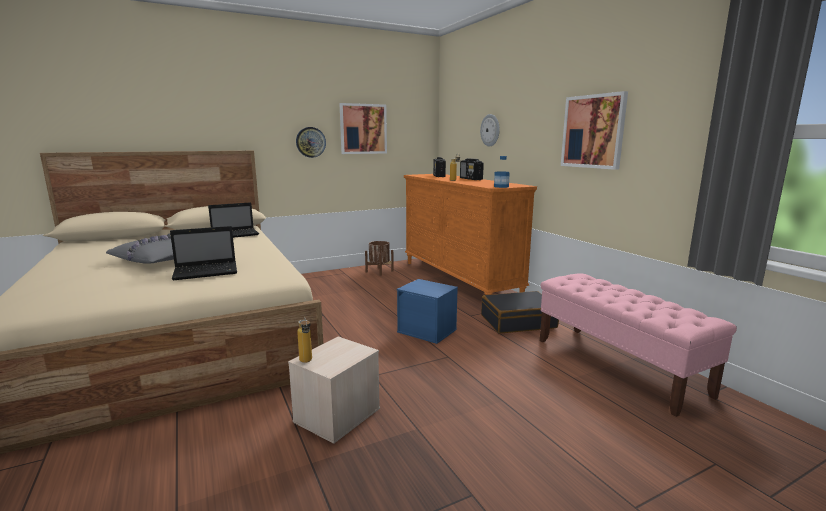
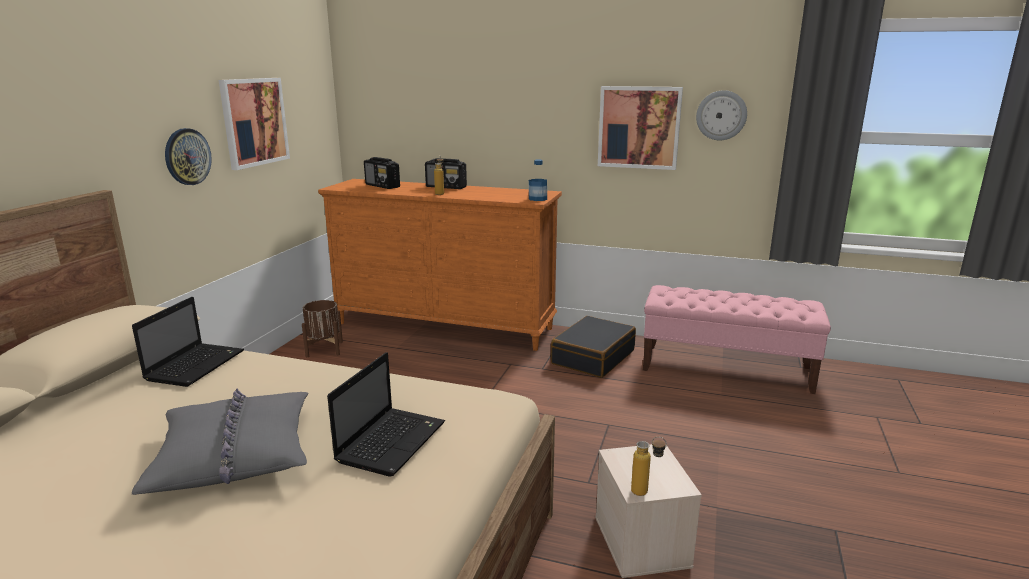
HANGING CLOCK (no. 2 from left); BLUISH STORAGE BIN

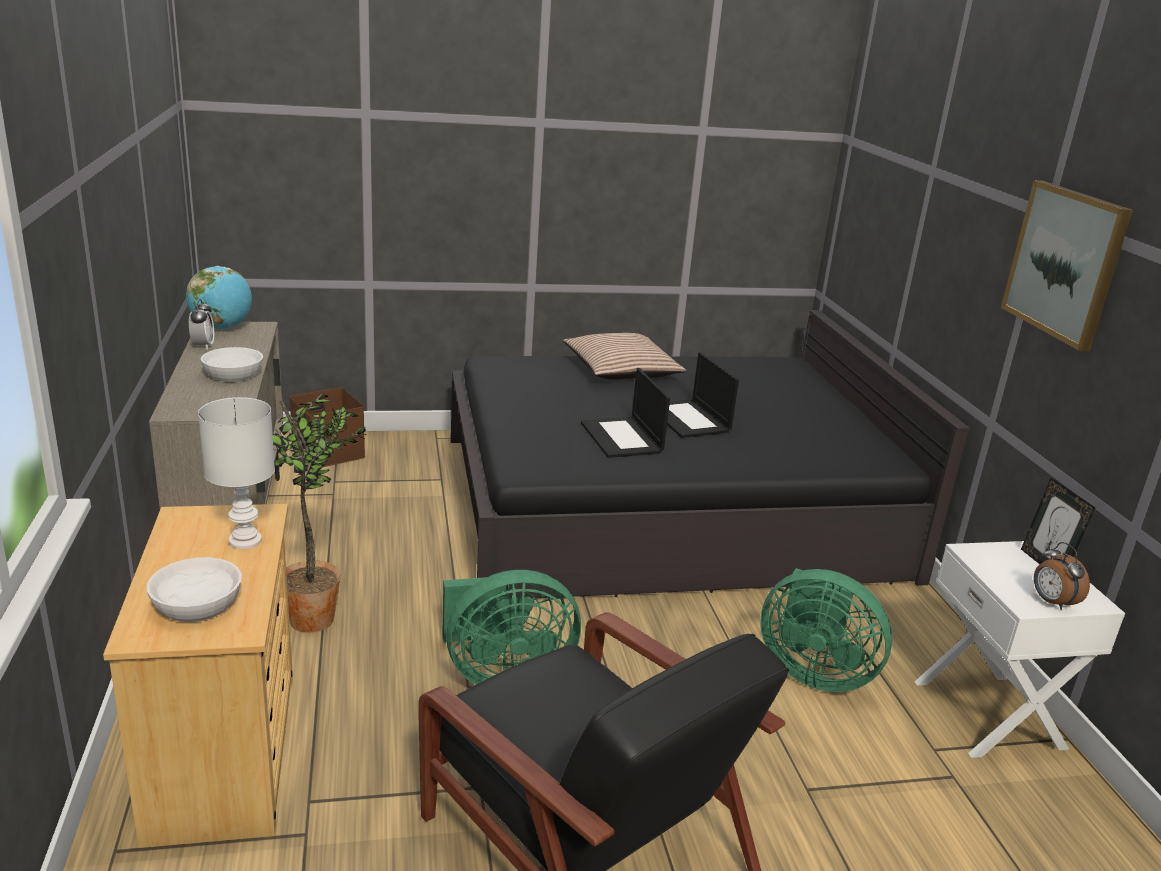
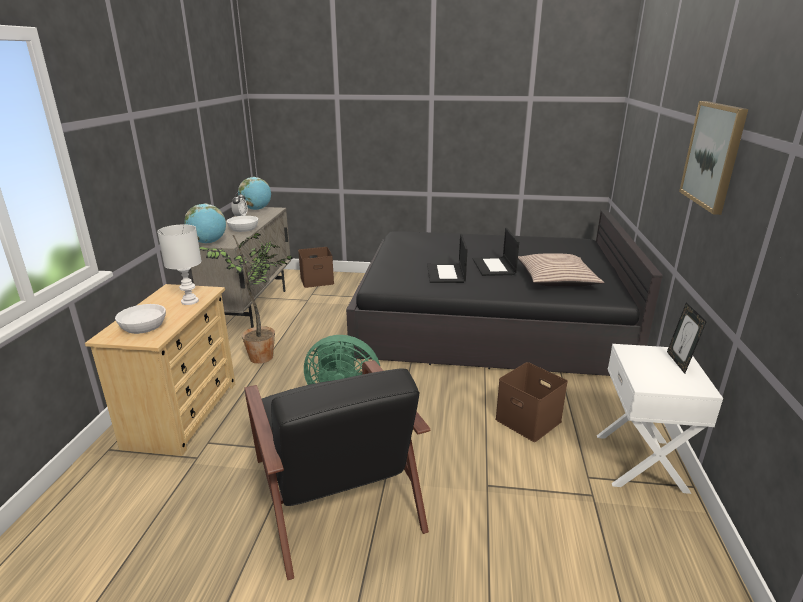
DESK GLOBE (no. 1 from left); BROWNISH STORAGE BIN (no. 2 from left); THROW PILLOW; BEDSIDE CLOCK (no. 2 from left in the first image)

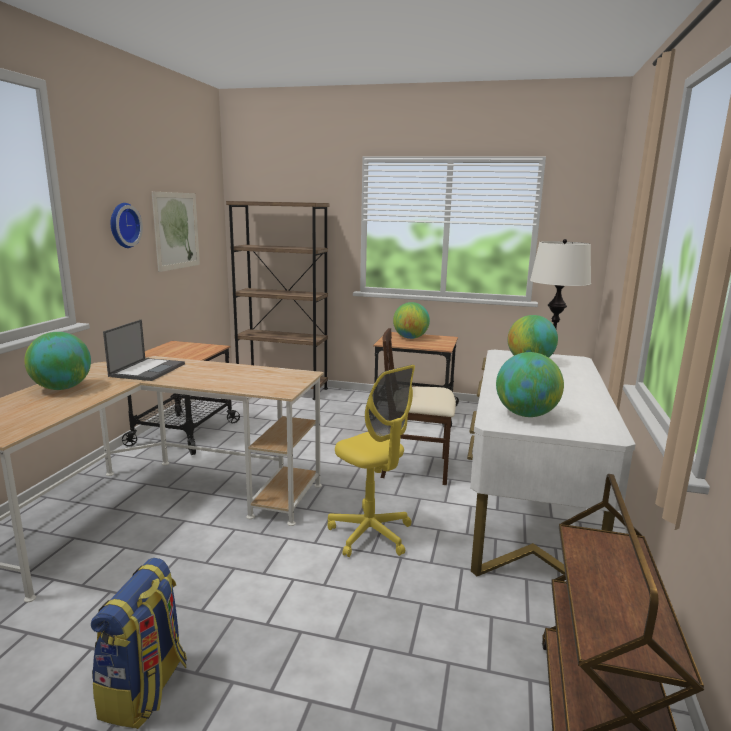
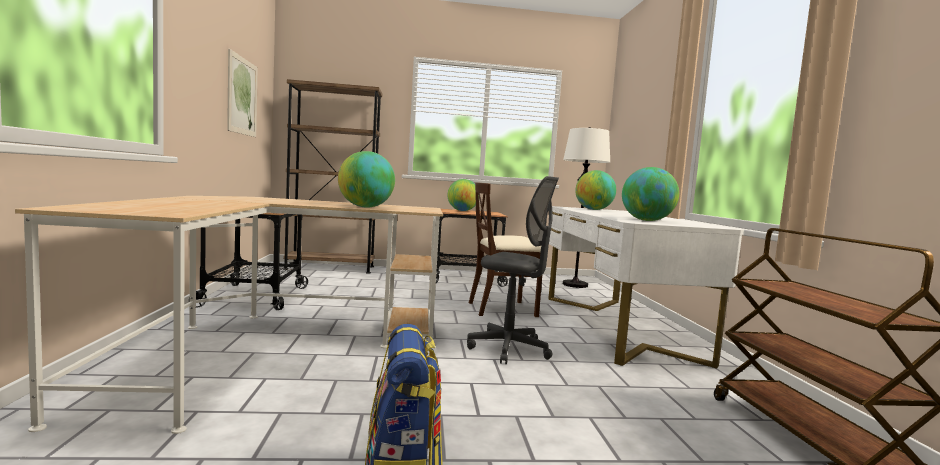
DESK GLOBE (no. 1 from left); GREY OFFICE CHAIR; LAPTOP; HANGING CLOCK

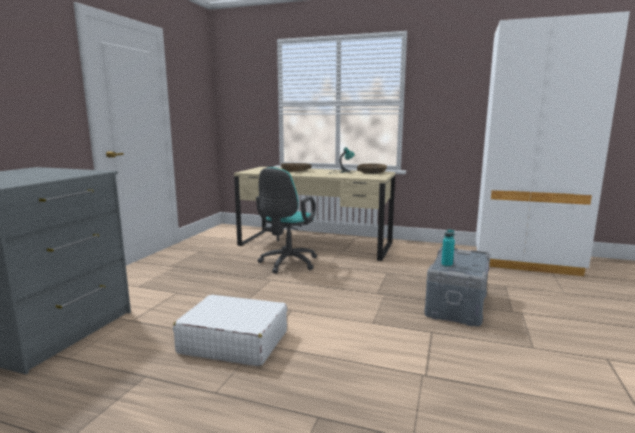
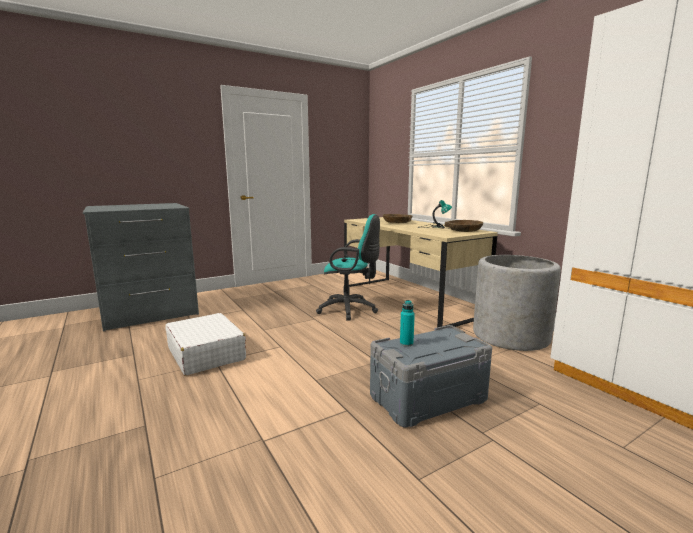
BLUE-GREEN OFFICE CHAIR; GREY PLANT POT

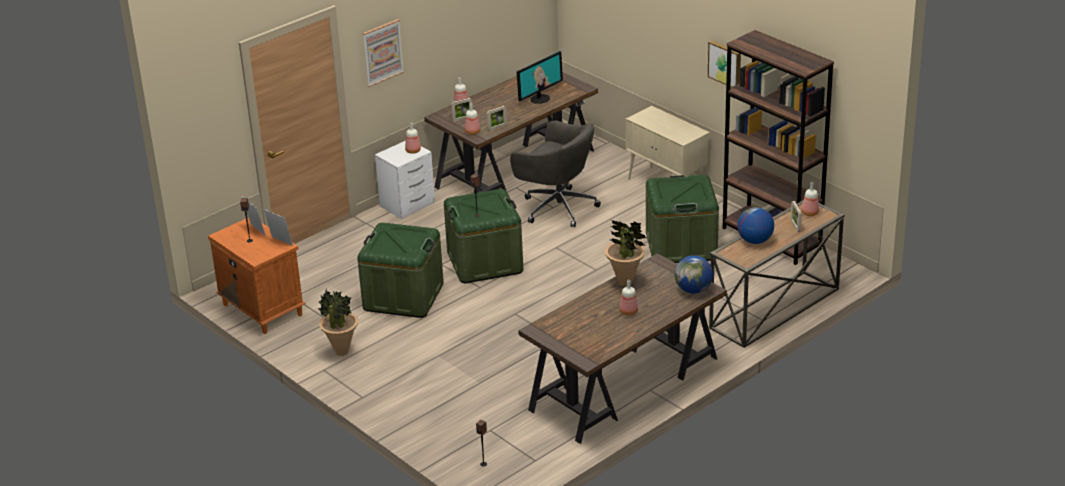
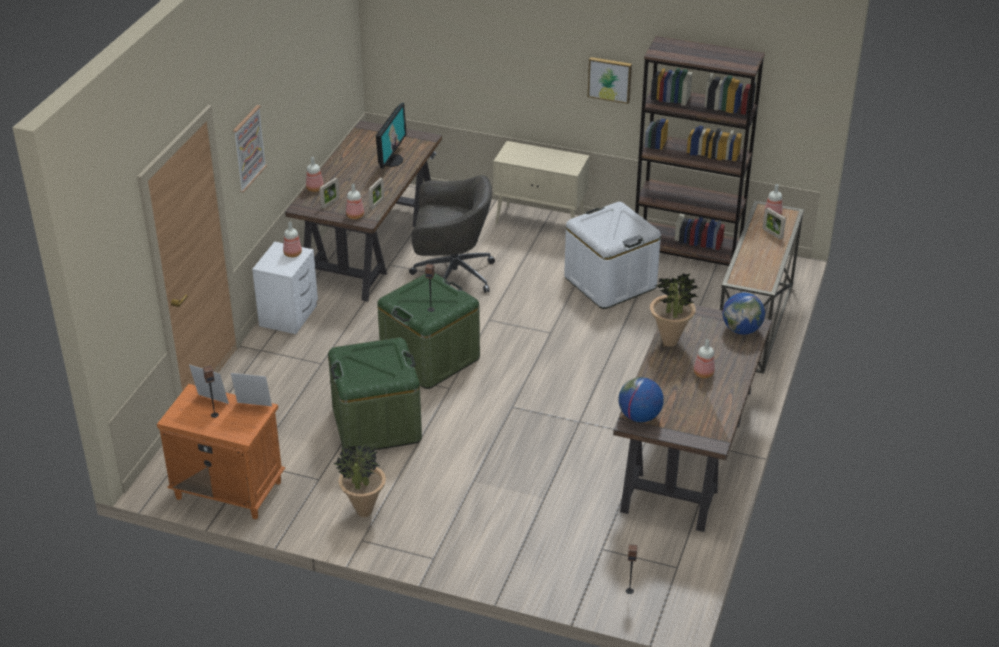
WHITE-COLOURED STORAGE BIN; DESK GLOBE (no. 1 from left)

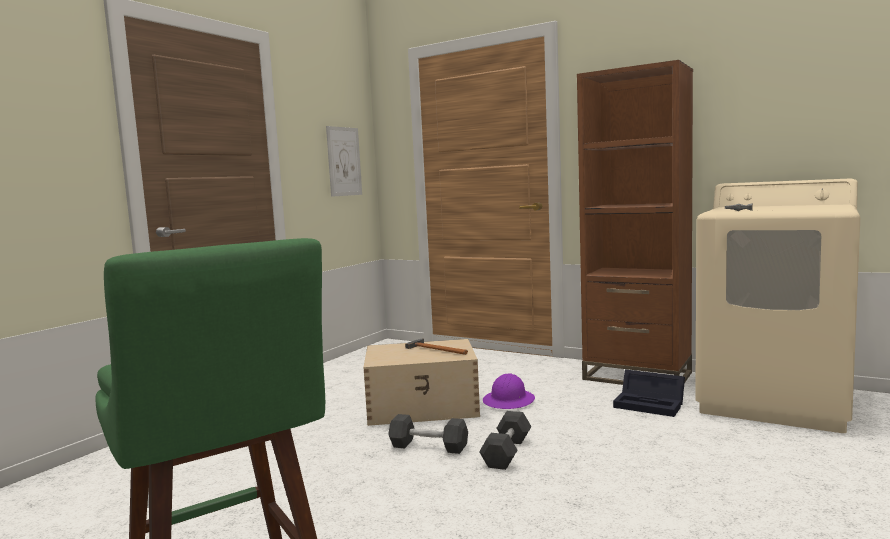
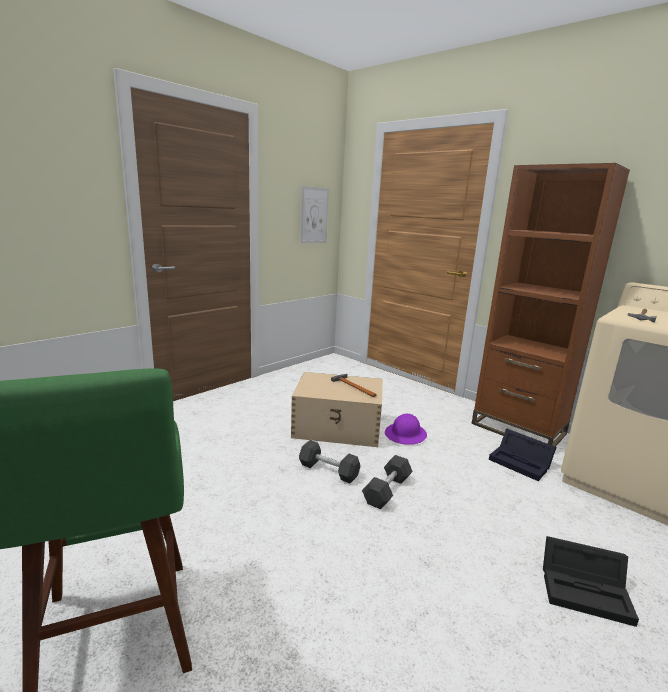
BLACKISH STORAGE BIN (no. 2 from left)

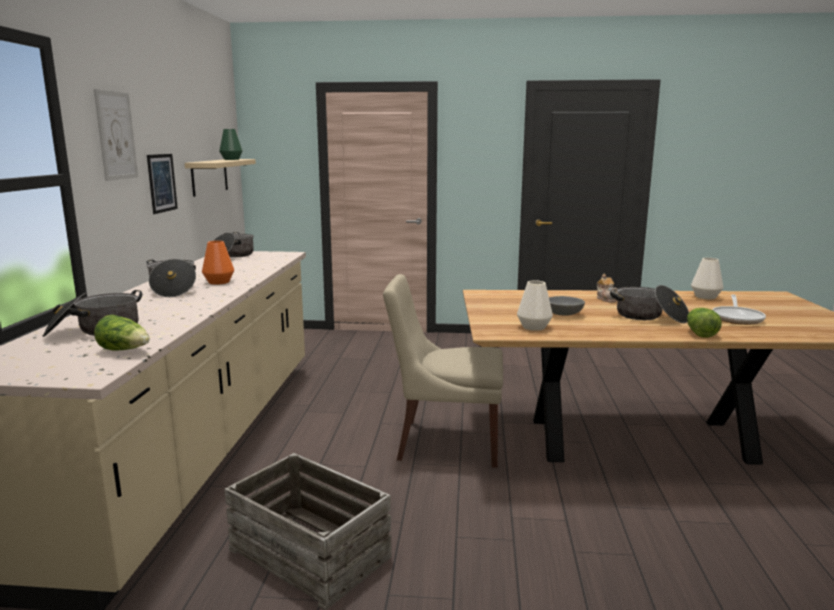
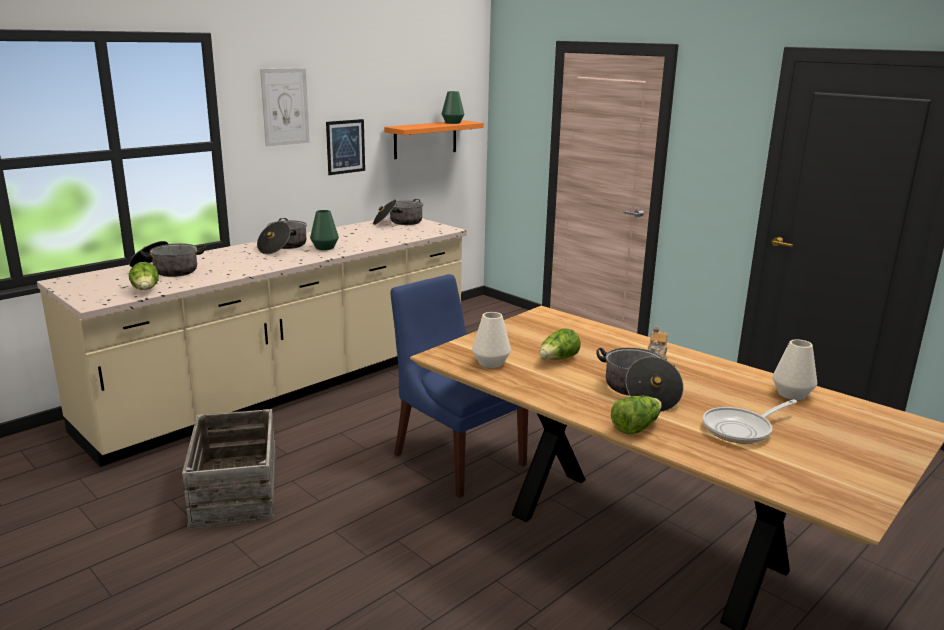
GREEN-COLOURED FLOWER VASE (no. 1 from left); ORANGE WALL SHELF; BLUISH CHAIR; HEAD OF LETTUCE (no. 2 from left)

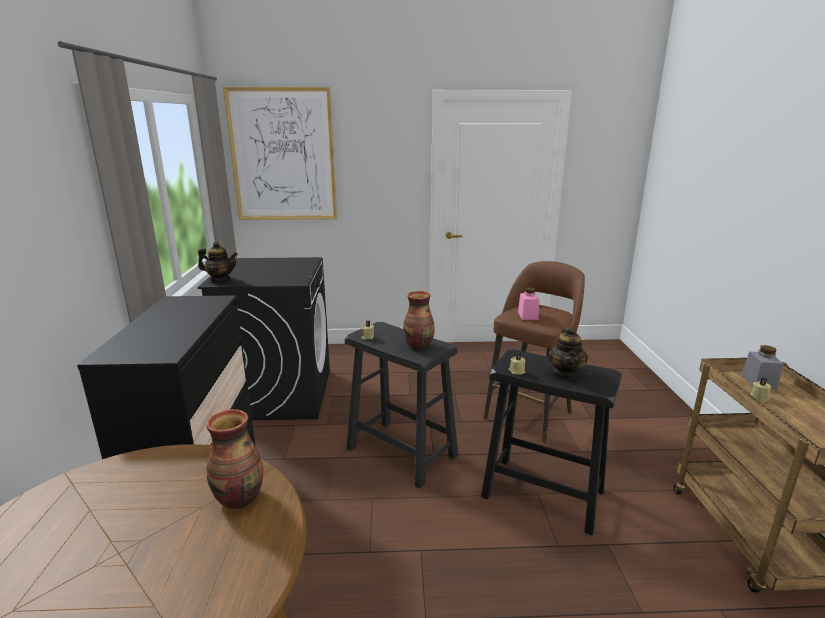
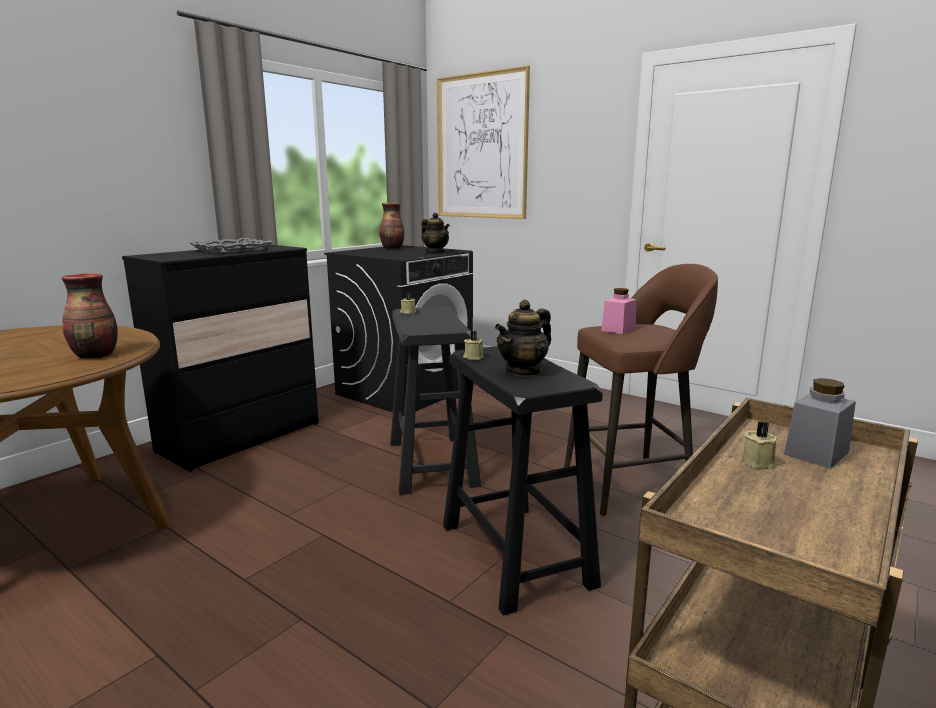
GREY SERVING TRAY; FLOWER VASE (no. 2 from left); TEAPOT (no. 1 from left)

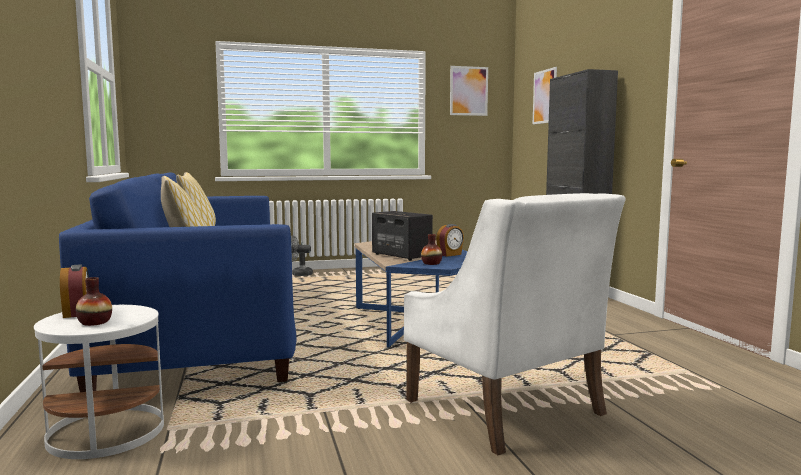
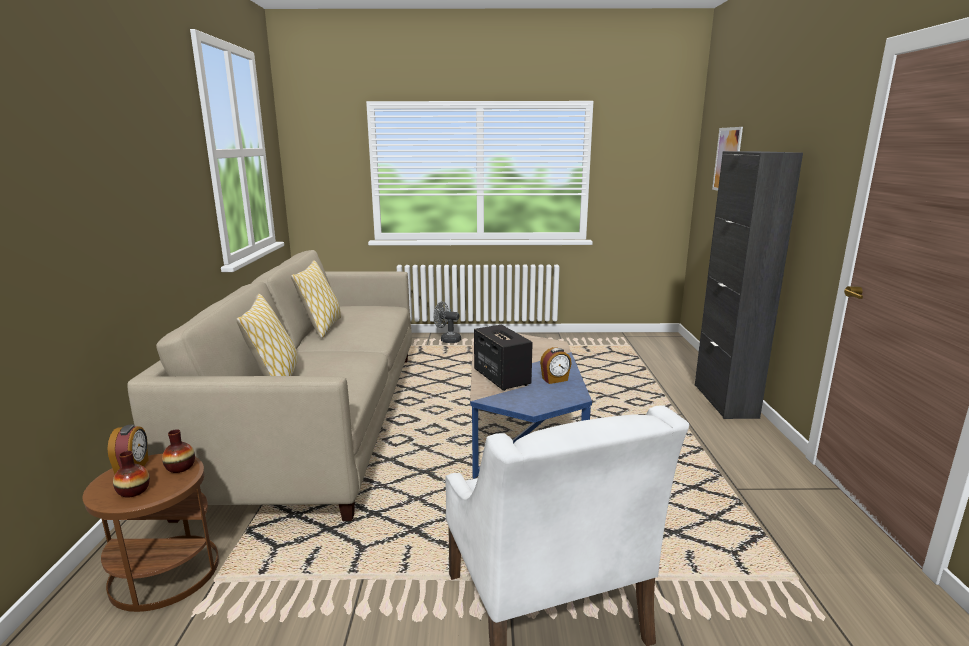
BROWNISH END TABLE; SAND-COLOURED SOFA; FLOWER VASE (no. 2 from left); PICTURE (no. 1 from left in the first image)

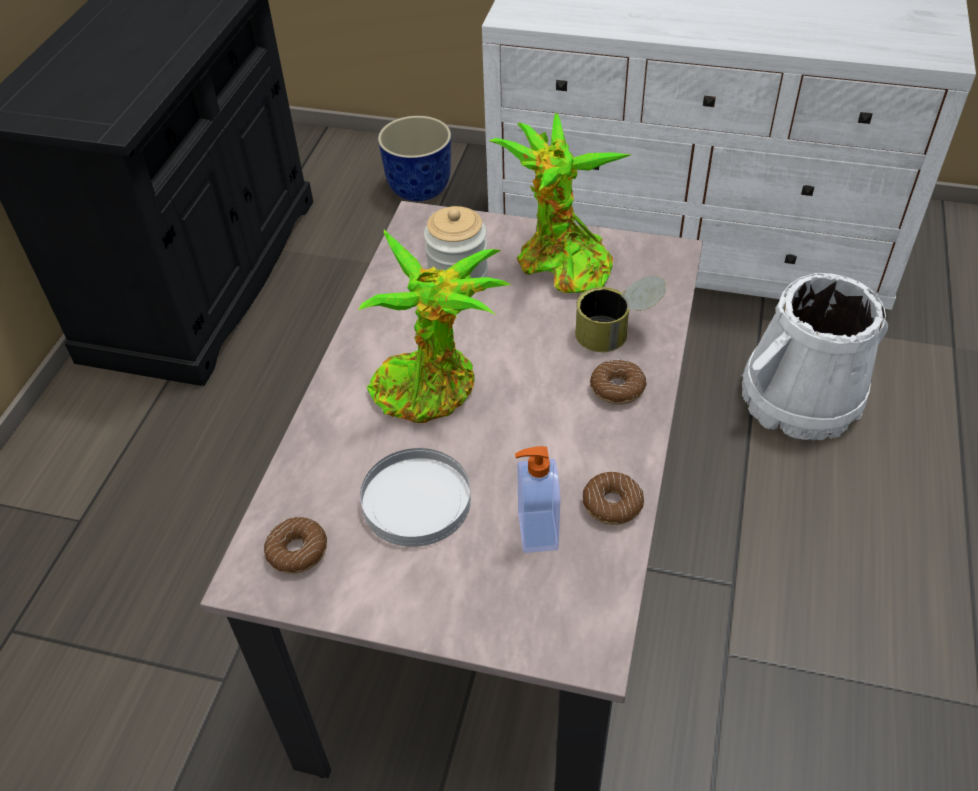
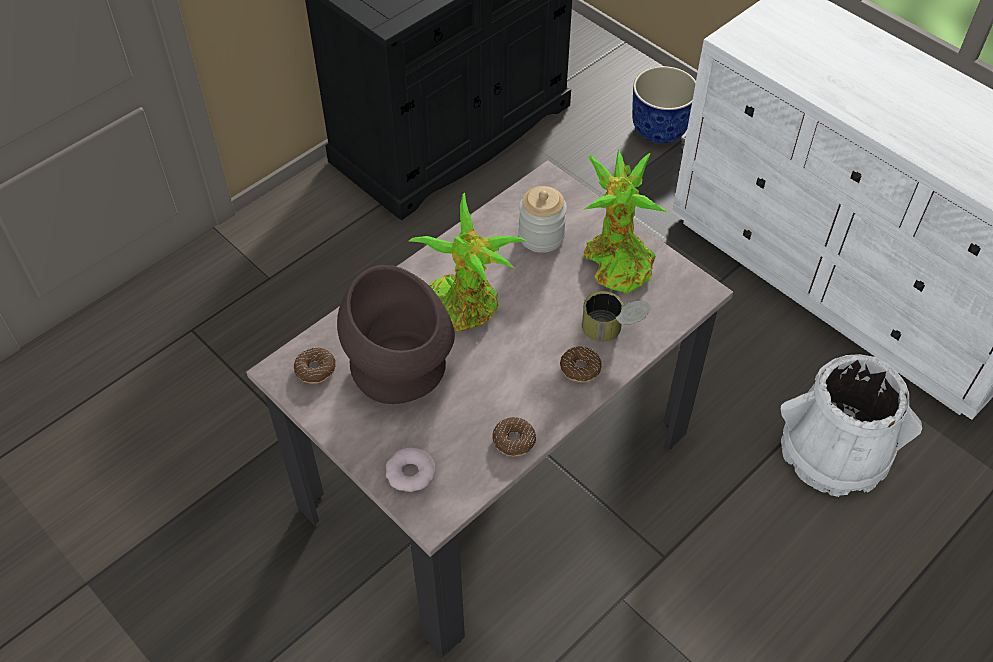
BROWNISH FLOWER VASE; RING DOUGHNUT (no. 2 from left); LIQUID SOAP BOTTLE

